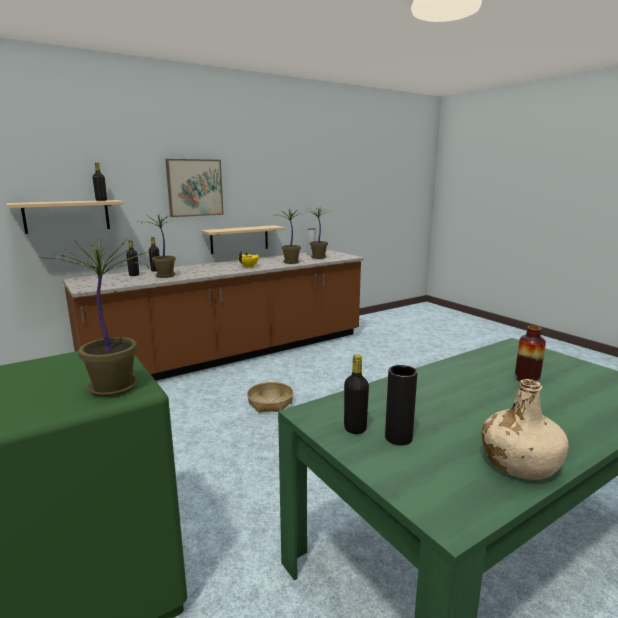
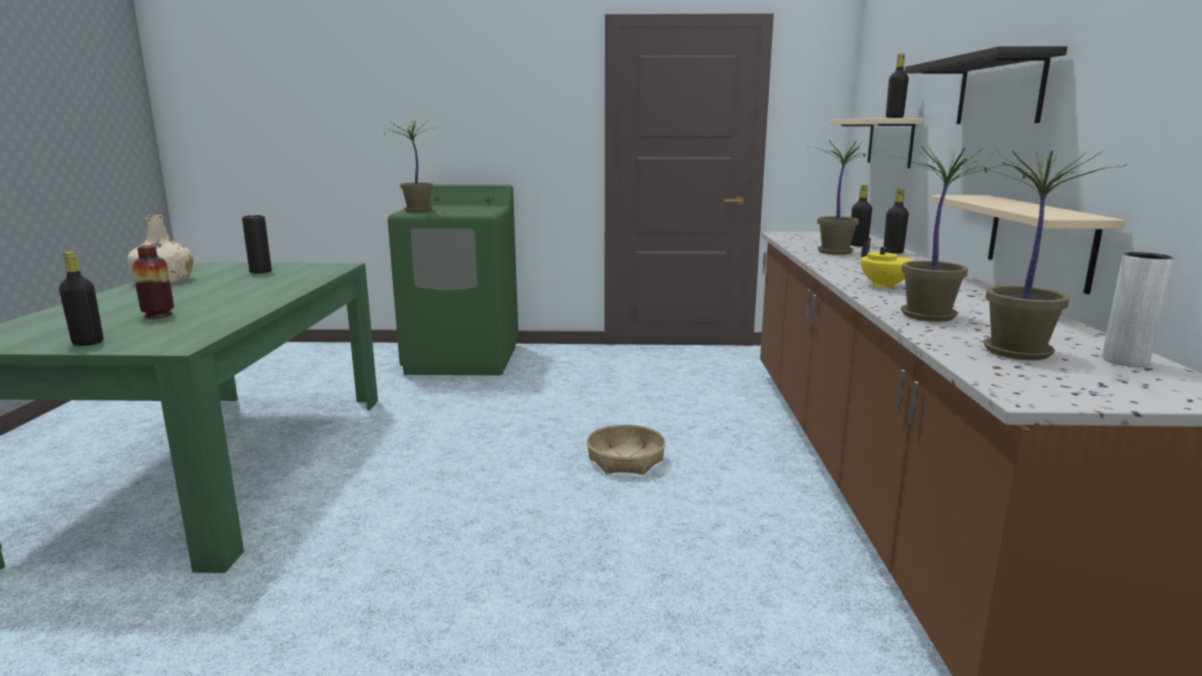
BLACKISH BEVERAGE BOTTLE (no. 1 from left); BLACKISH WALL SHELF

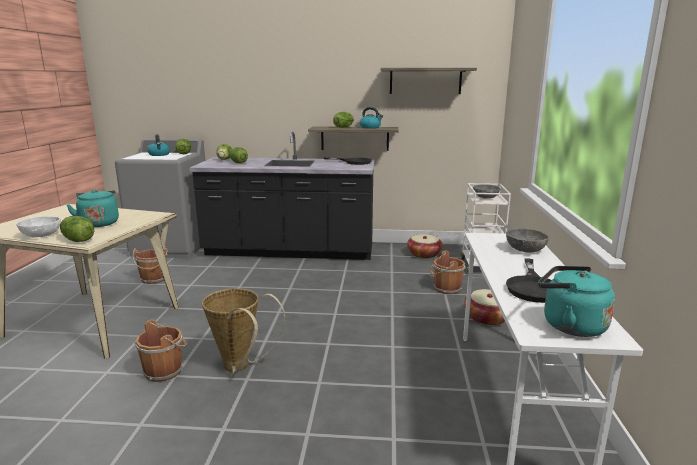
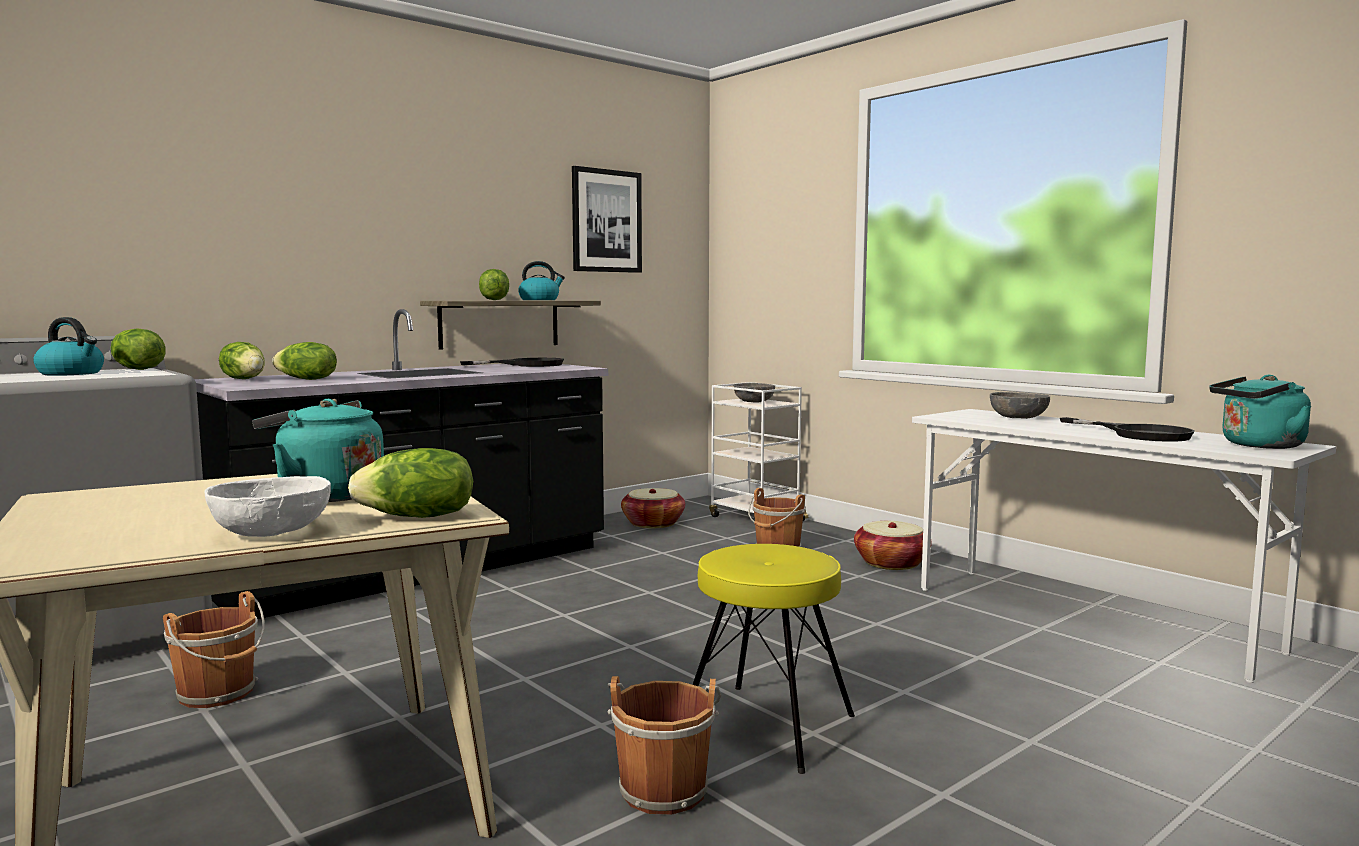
PICTURE; YELLOWISH SITTING STOOL

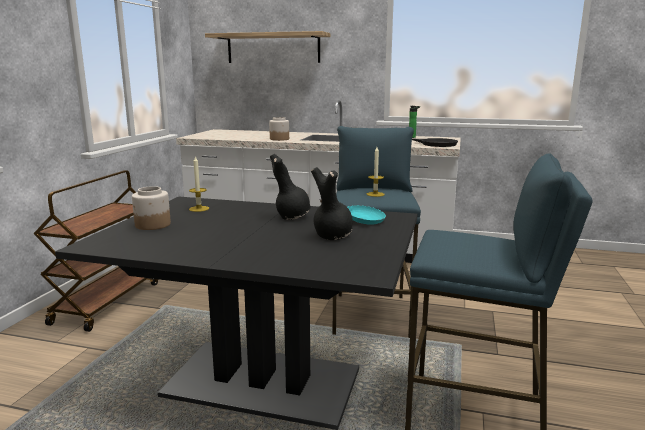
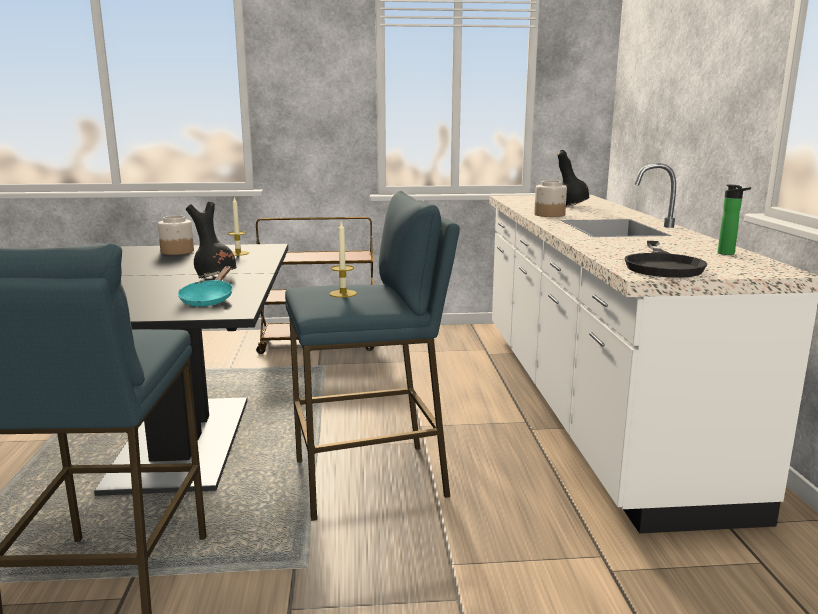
BLACKISH FLOWER VASE (no. 2 from left); WALL SHELF

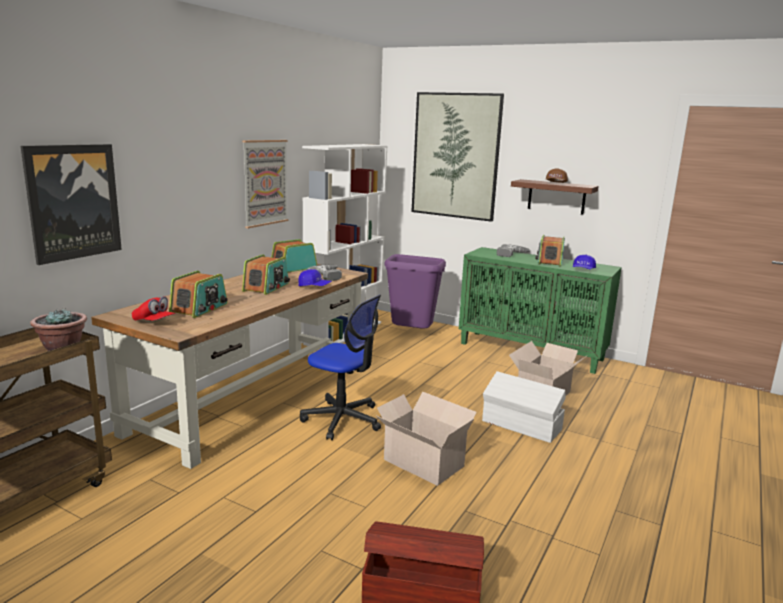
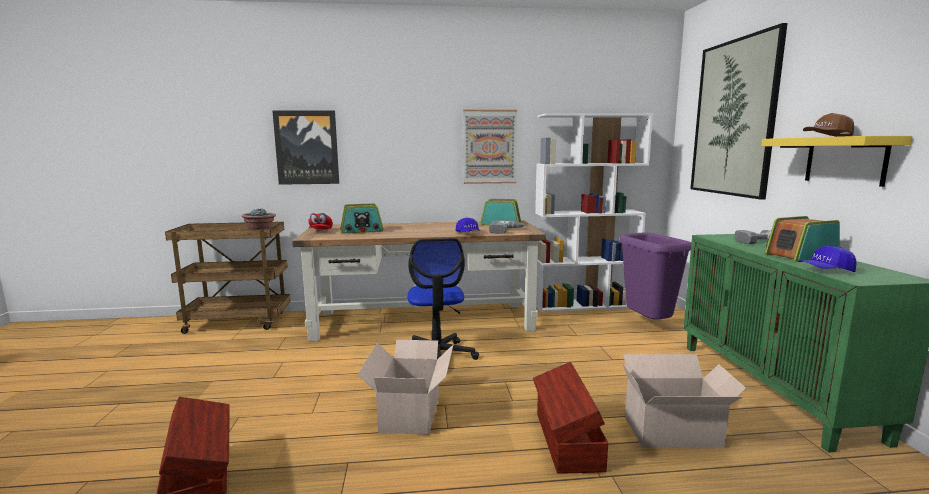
BROWNISH STORAGE BIN (no. 2 from left); YELLOWISH WALL SHELF; RADIO (no. 2 from left in the first image)

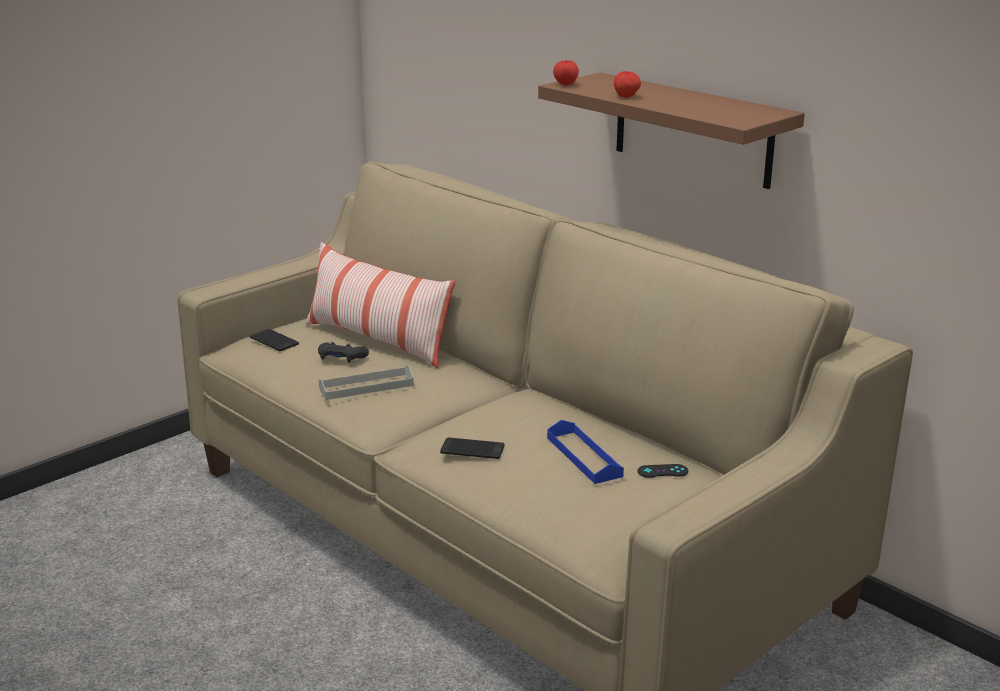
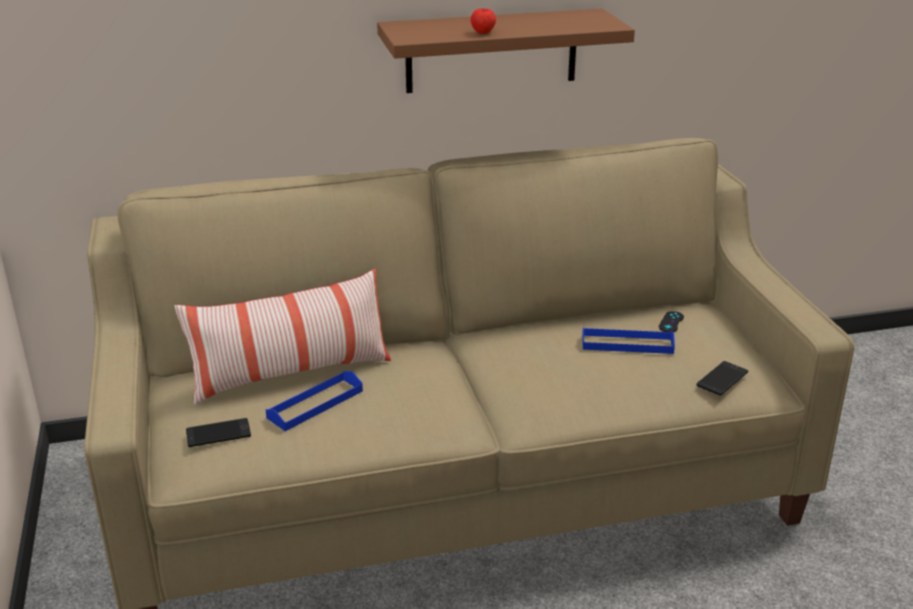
BLUISH SERVING TRAY (no. 1 from left); HANDSET (no. 2 from left); GREY SERVING TRAY; APPLE FRUIT (no. 1 from left in the first image)

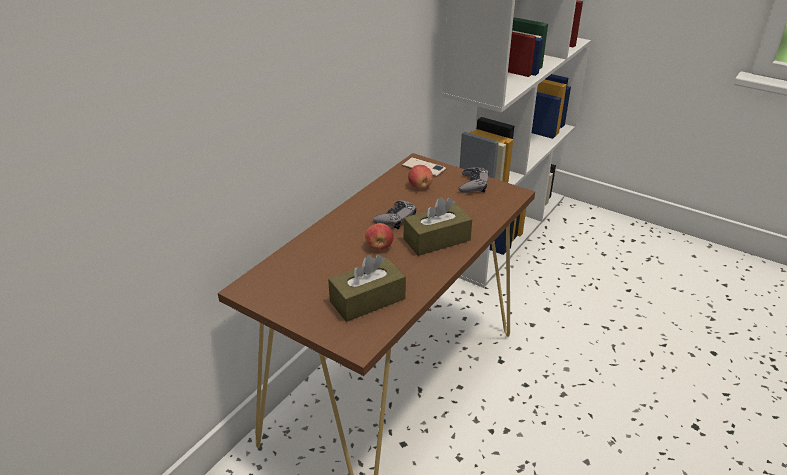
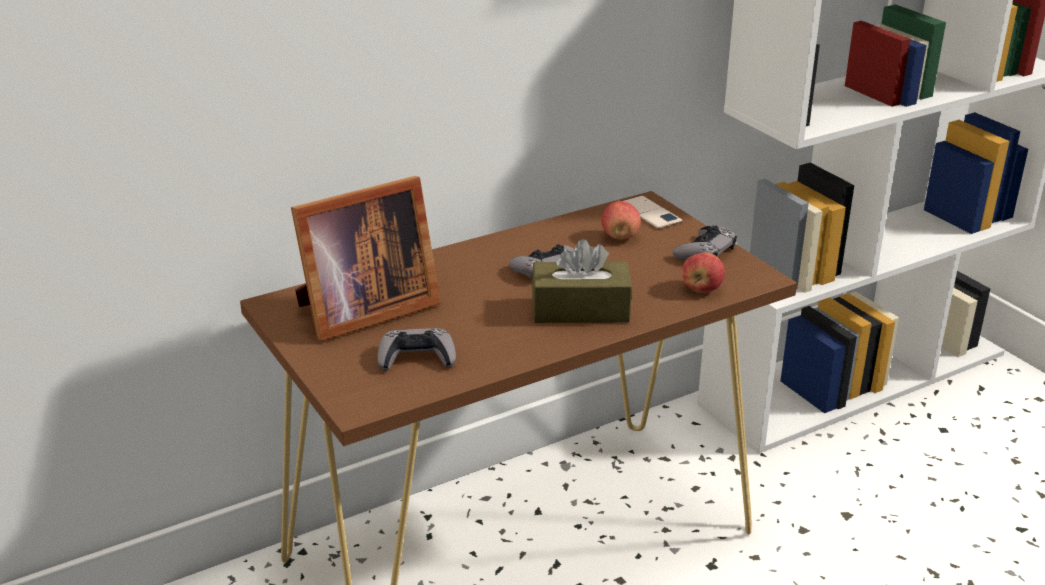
PHOTO FRAME; GREY GAME CONTROLLER (no. 1 from left); APPLE FRUIT (no. 2 from left)

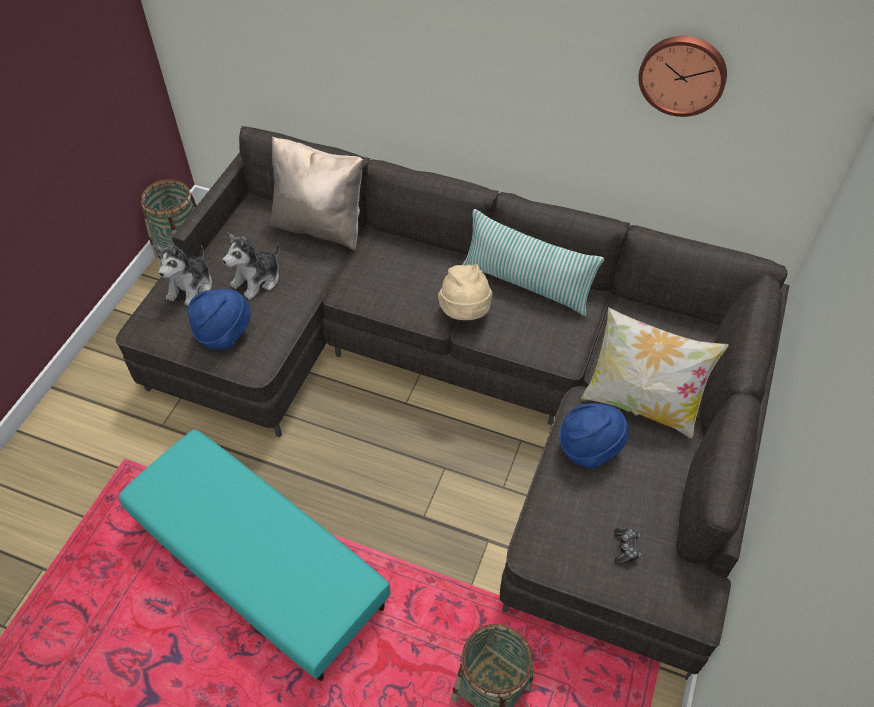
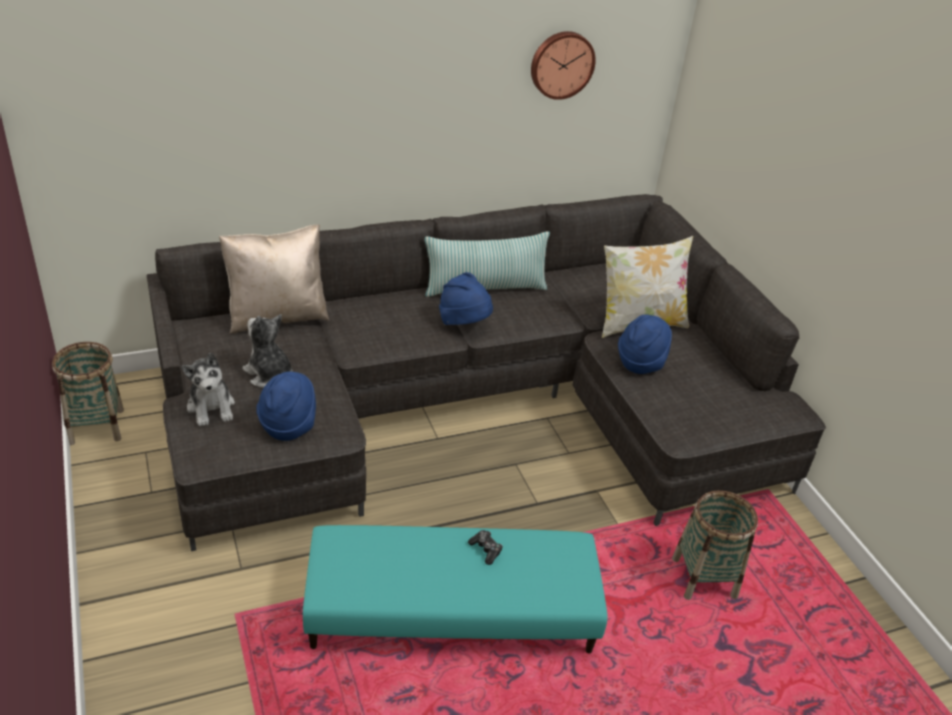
SOFT TOY (no. 2 from left); BLUISH HAT (no. 2 from left); GAME CONTROLLER

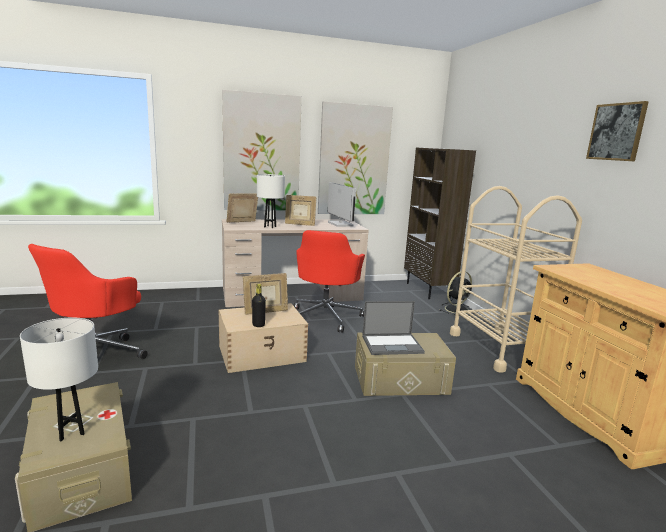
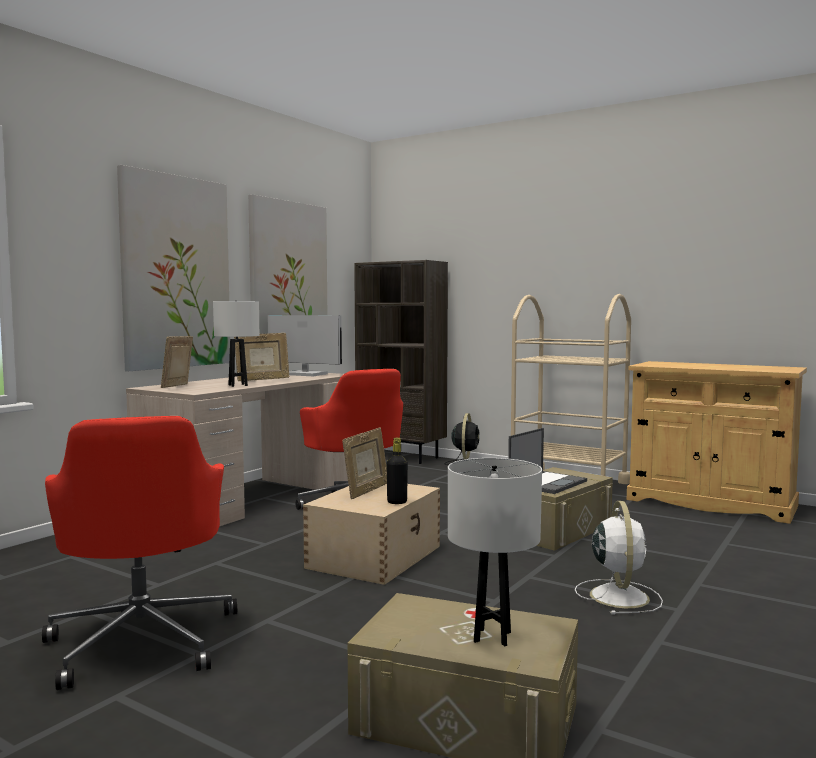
WHITE-COLOURED ELECTRIC FAN; PICTURE (no. 3 from left in the first image)

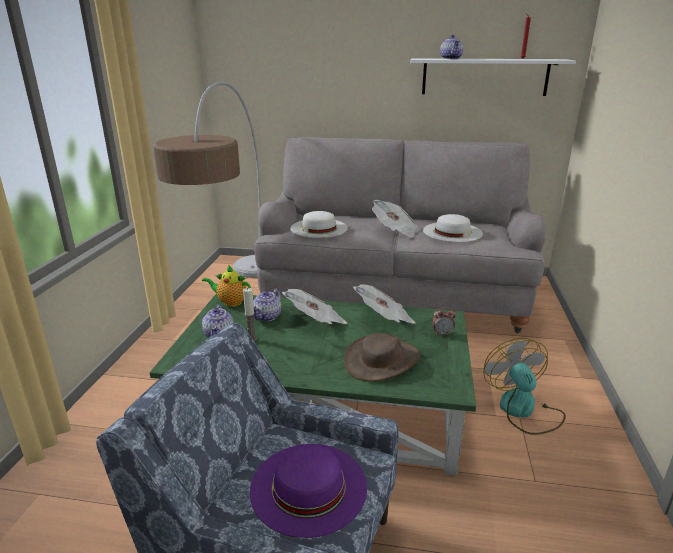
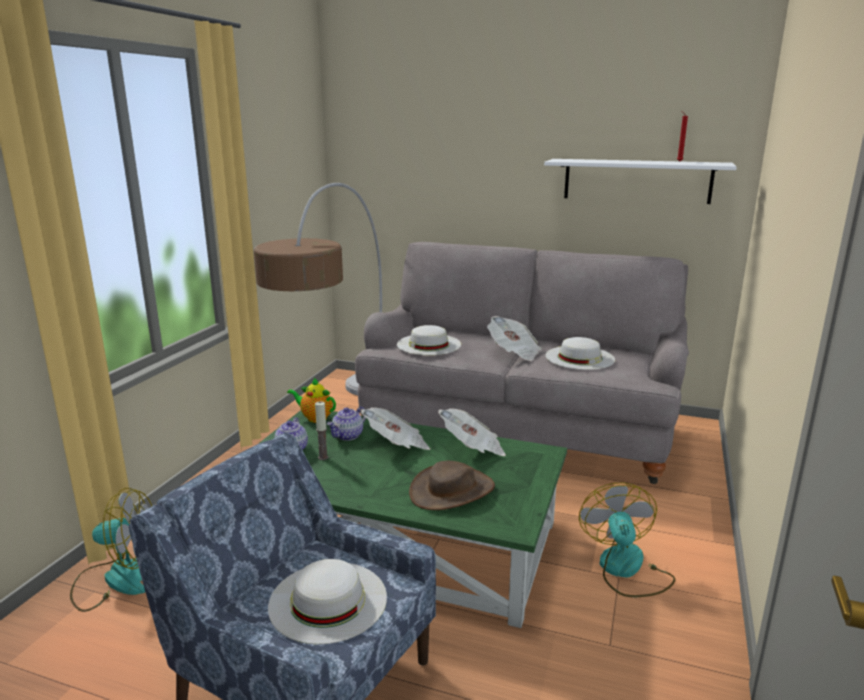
ELECTRIC FAN (no. 1 from left); WHITE-COLOURED HAT (no. 1 from left); BEDSIDE CLOCK; TEAPOT (no. 4 from left in the first image)

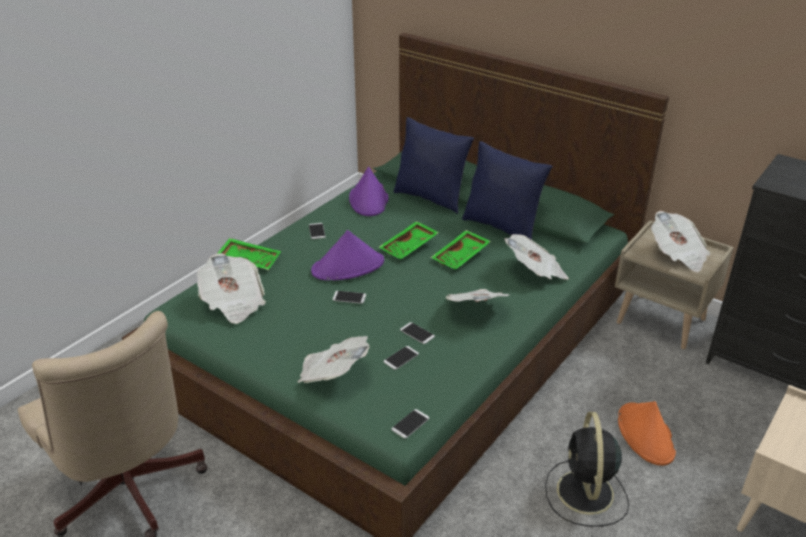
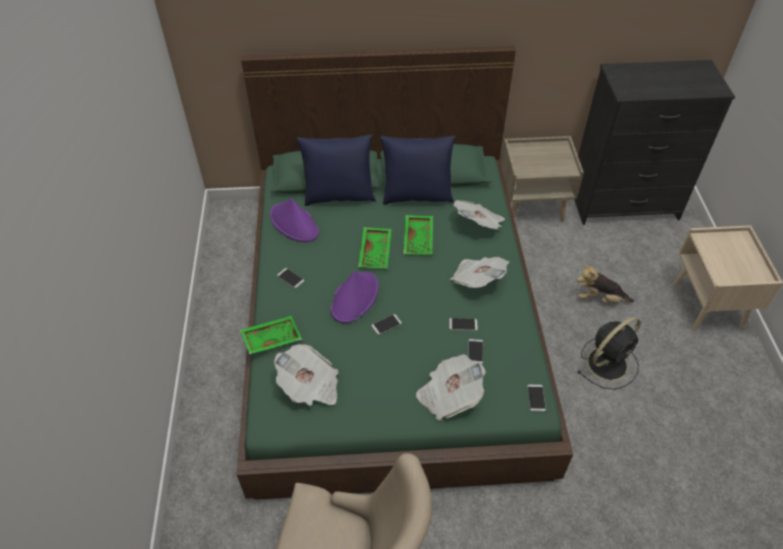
SOFT TOY; BLACKISH ELECTRIC FAN; NEWSPAPER (no. 5 from left in the first image)

